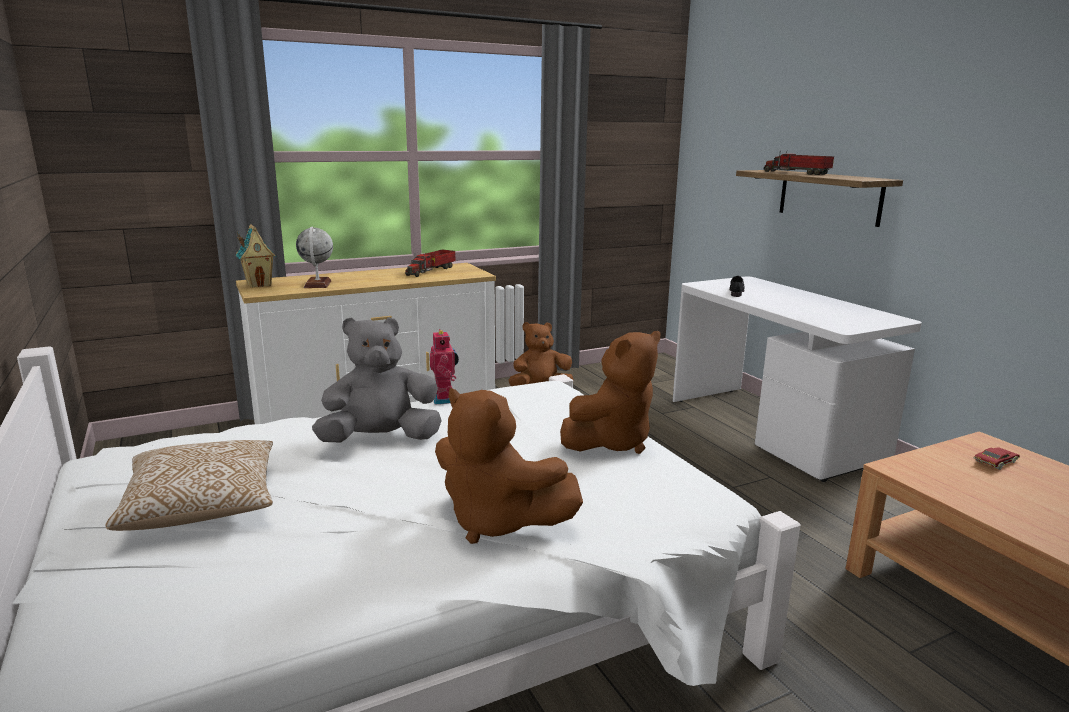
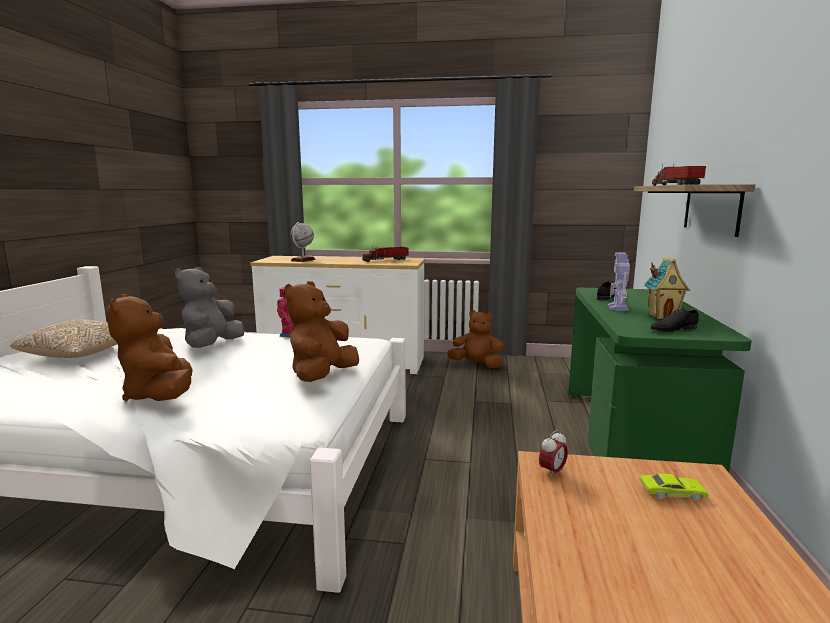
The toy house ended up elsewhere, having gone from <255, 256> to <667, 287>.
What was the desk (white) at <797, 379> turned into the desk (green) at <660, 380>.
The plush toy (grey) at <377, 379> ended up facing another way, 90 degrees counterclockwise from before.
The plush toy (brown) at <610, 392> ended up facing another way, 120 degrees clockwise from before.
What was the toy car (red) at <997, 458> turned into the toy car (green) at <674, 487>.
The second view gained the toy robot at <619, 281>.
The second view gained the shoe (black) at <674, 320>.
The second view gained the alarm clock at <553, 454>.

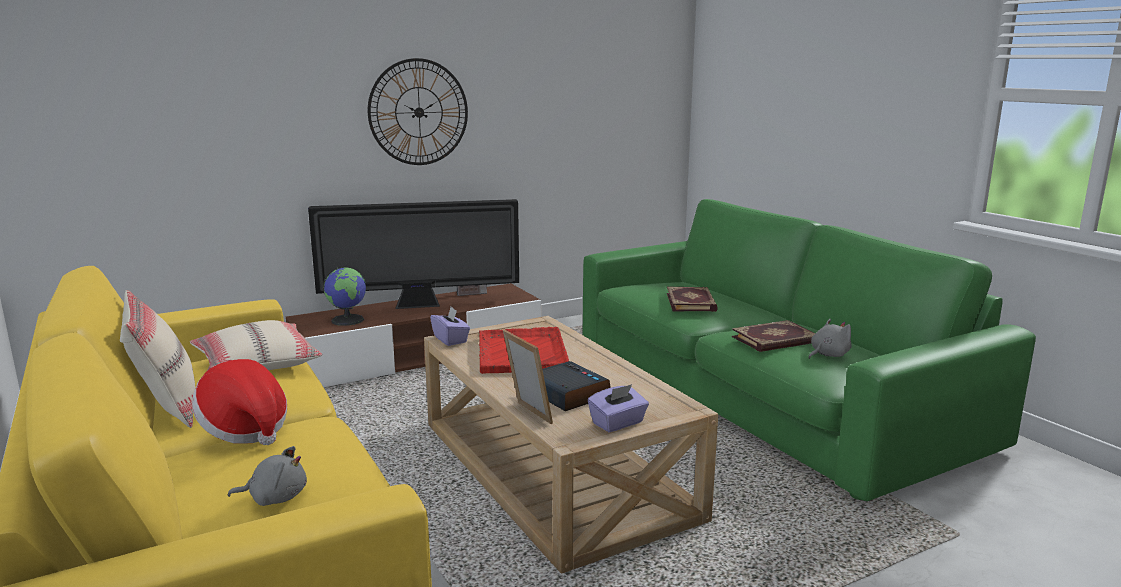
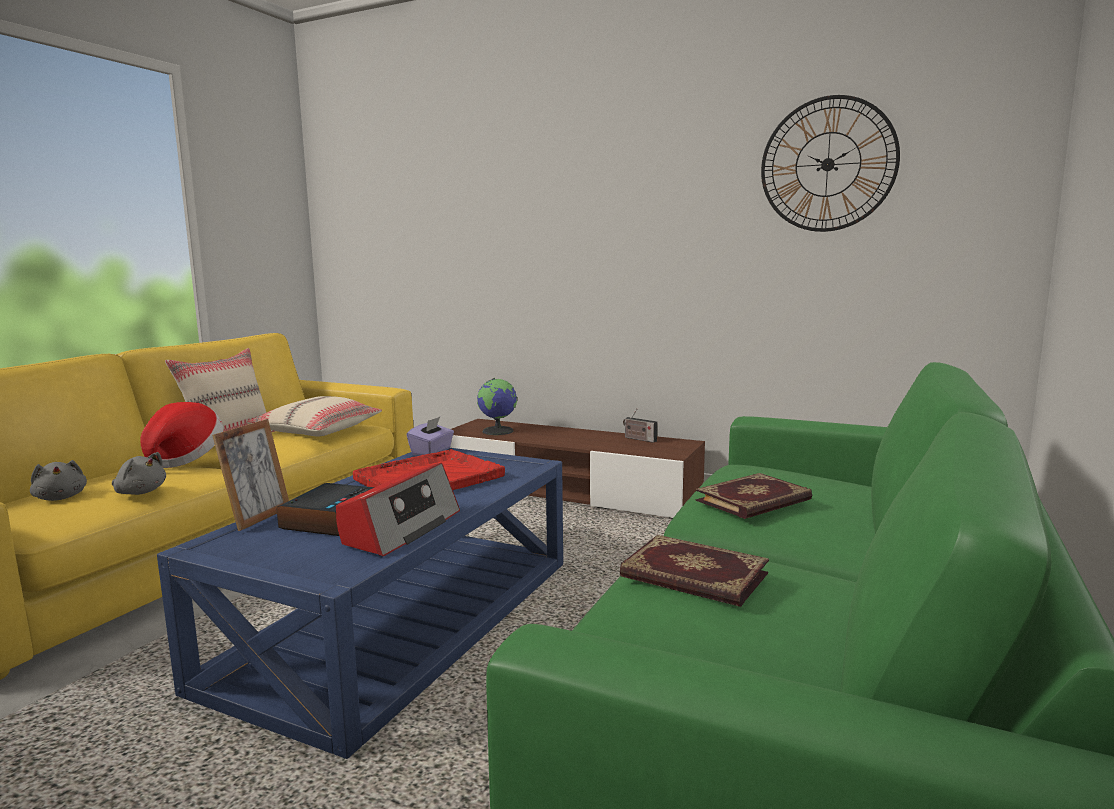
The wall clock ended up elsewhere, having gone from <418, 111> to <830, 163>.
The second view lost the television at <413, 254>.
What was the coffee table (beige) at <571, 444> turned into the coffee table (blue) at <360, 603>.
The plush toy (grey) ended up elsewhere, having gone from <830, 339> to <139, 473>.
The second view lost the tissue box (purple) at <618, 408>.
The second view gained the radio at <398, 509>.

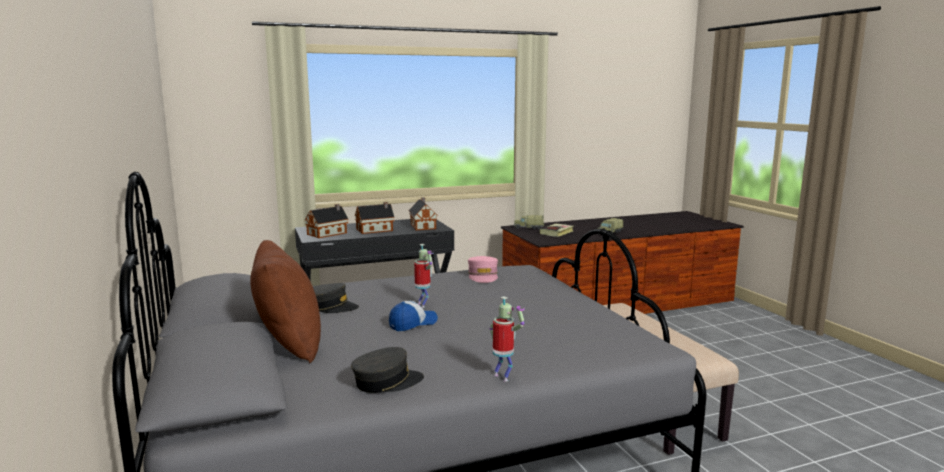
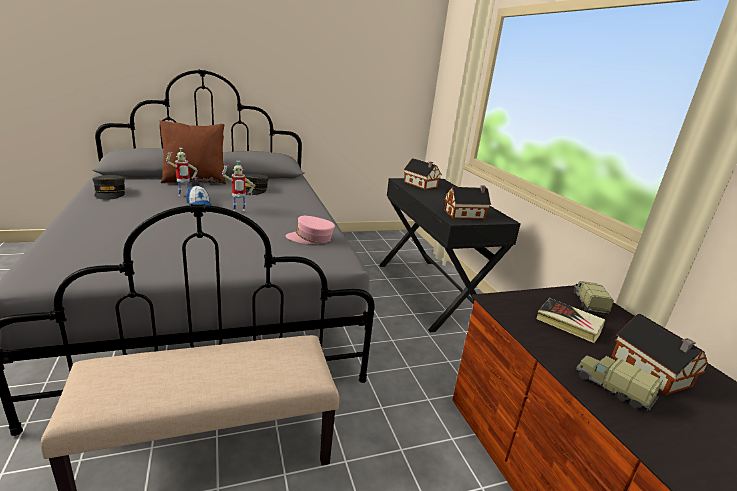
The toy house ended up elsewhere, having gone from <375, 218> to <660, 354>.
The toy robot ended up elsewhere, having gone from <507, 339> to <182, 172>.

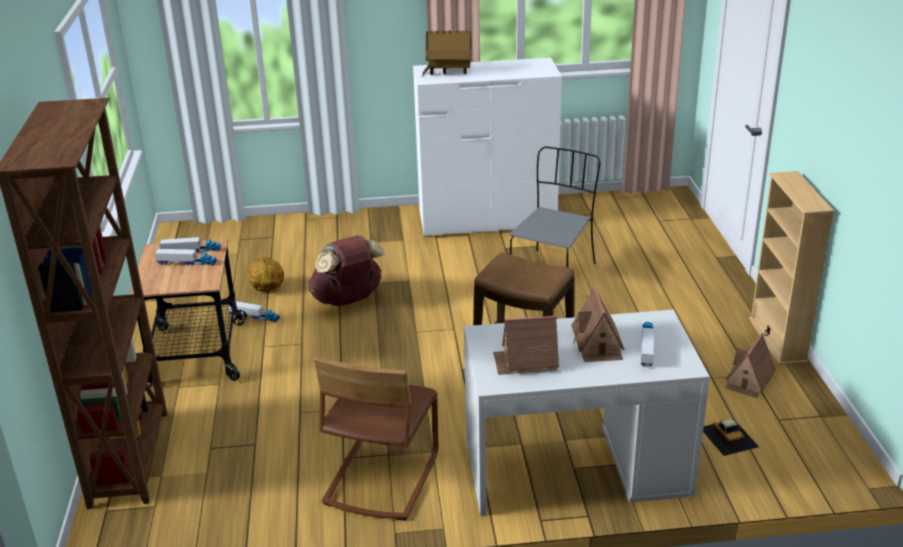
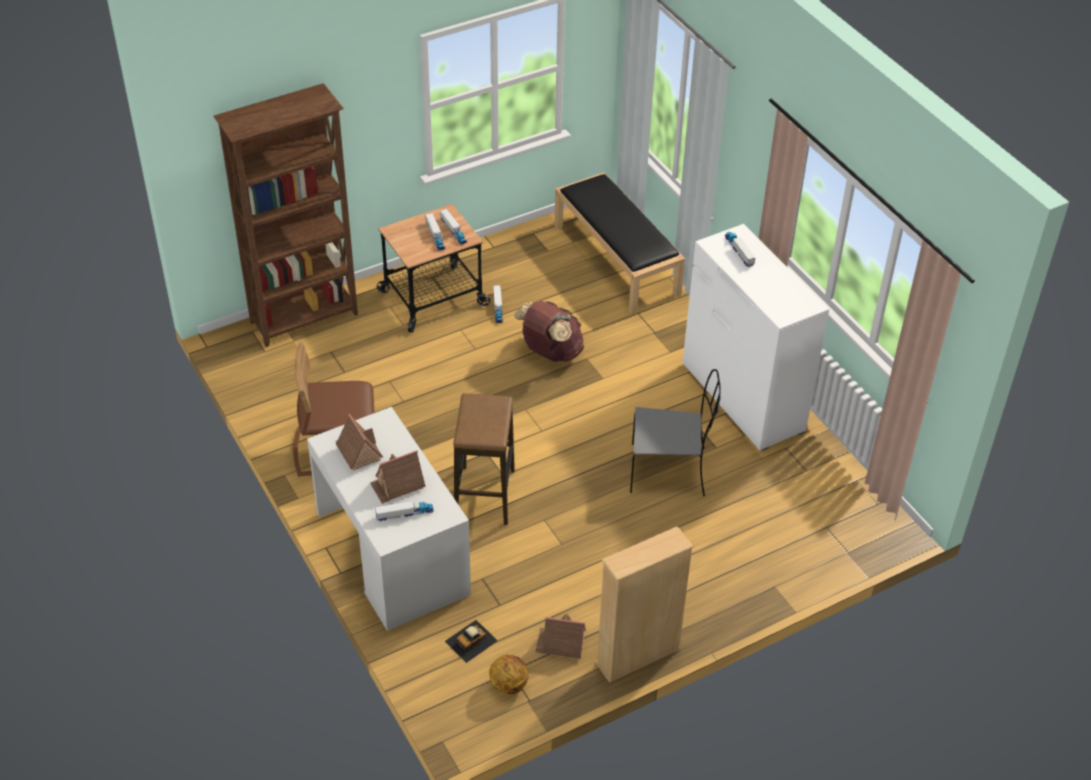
Where the toy house stood at <446, 53>, the toy truck came to stand at <740, 249>.
The basketball ended up elsewhere, having gone from <266, 274> to <509, 675>.
The second view gained the bench (black) at <620, 243>.

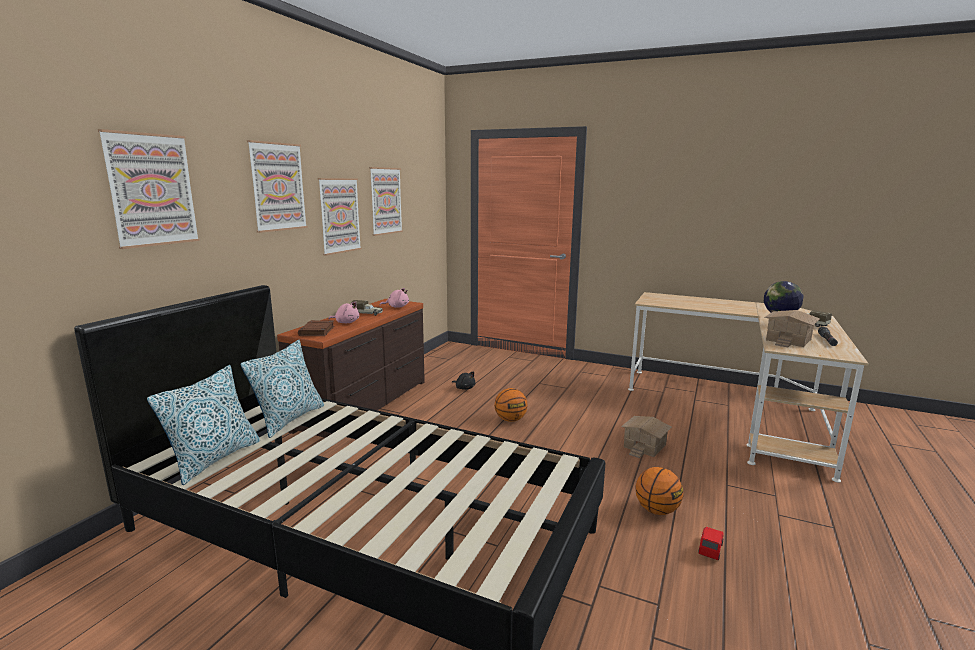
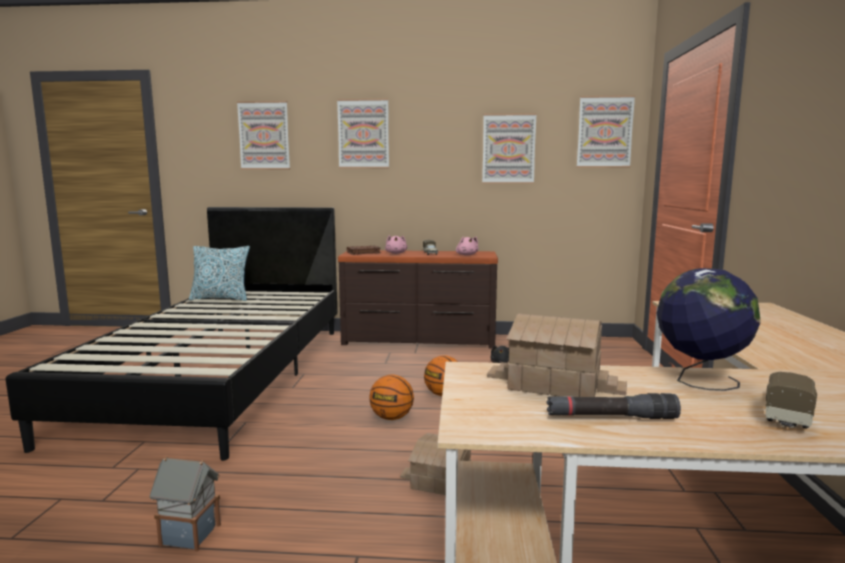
The picture ended up elsewhere, having gone from <340, 217> to <606, 131>.
The second view lost the pillow at <282, 389>.
The basketball ended up elsewhere, having gone from <659, 491> to <391, 397>.
Where the toy car (red) stood at <711, 543>, the toy house came to stand at <185, 503>.

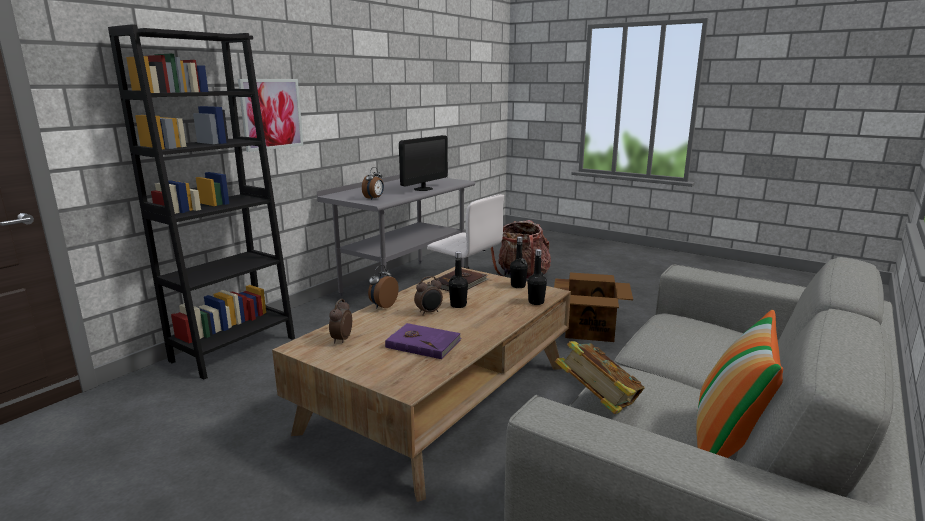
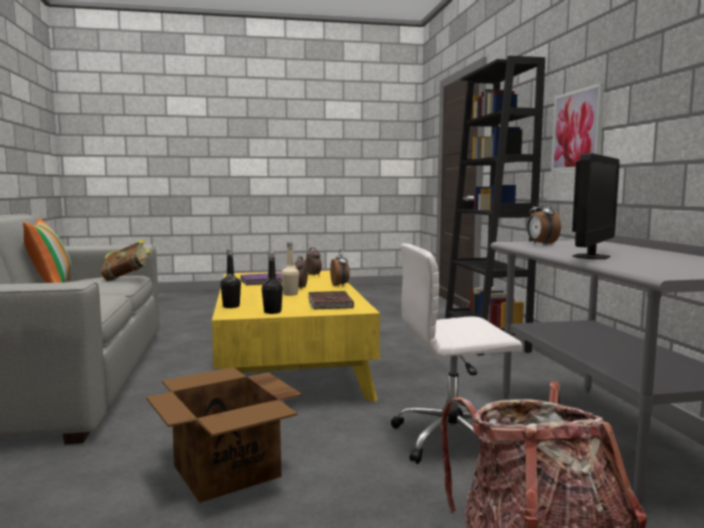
The monitor at <423, 163> ended up facing another way, 135 degrees counterclockwise from before.
What was the bottle (black) at <458, 280> turned into the bottle (beige) at <290, 269>.
What was the coffee table (brown) at <421, 384> turned into the coffee table (yellow) at <296, 336>.

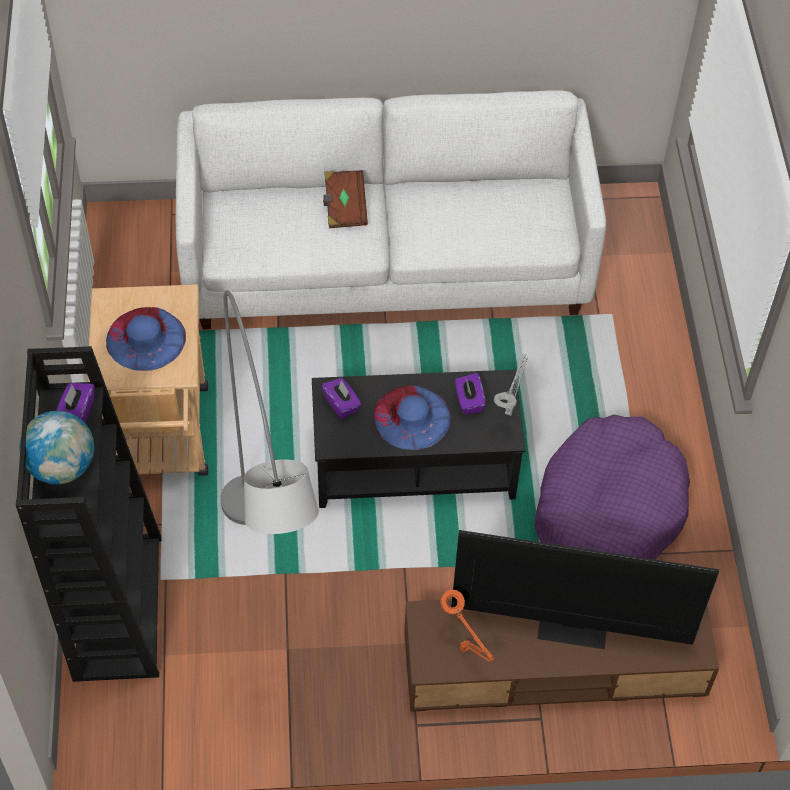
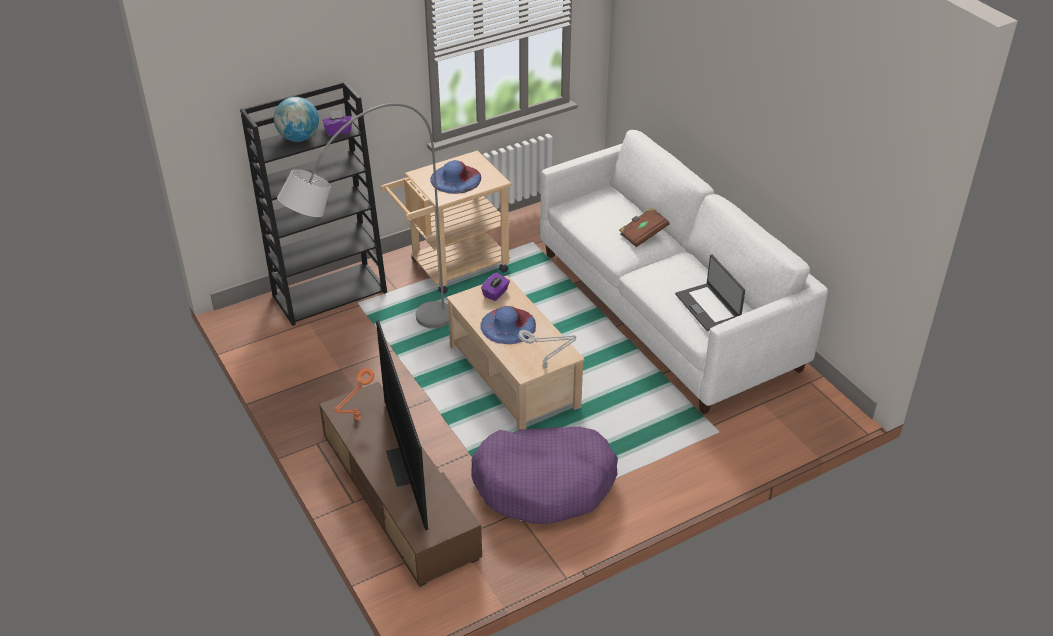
What was the coffee table (black) at <419, 439> turned into the coffee table (beige) at <515, 353>.
The second view lost the tissue box (purple) at <470, 393>.
The second view gained the laptop at <710, 293>.

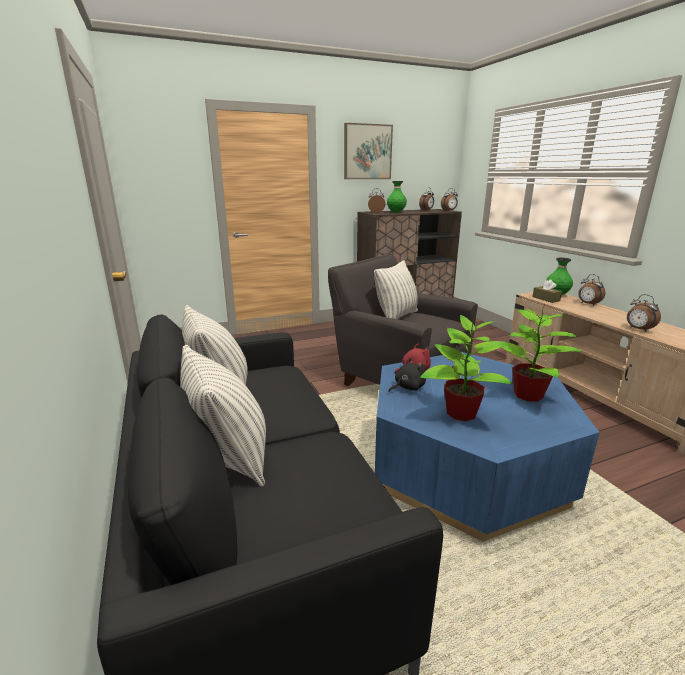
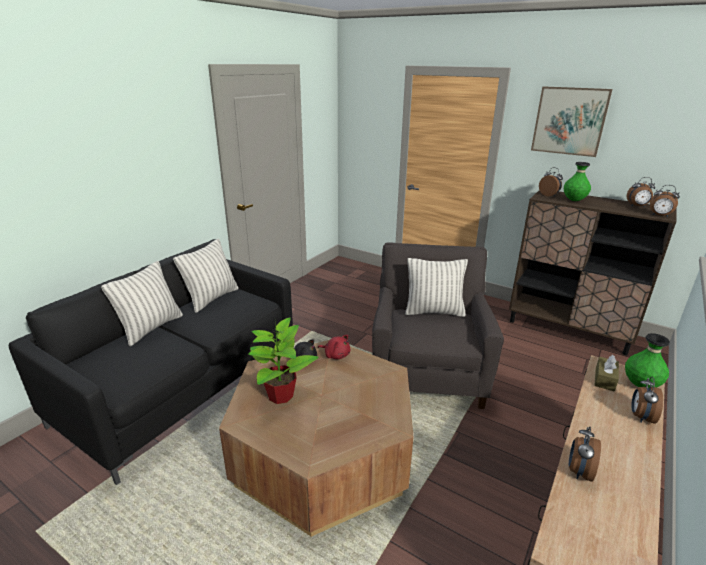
The second view lost the potted plant at <536, 352>.
What was the coffee table (blue) at <487, 447> turned into the coffee table (brown) at <316, 438>.

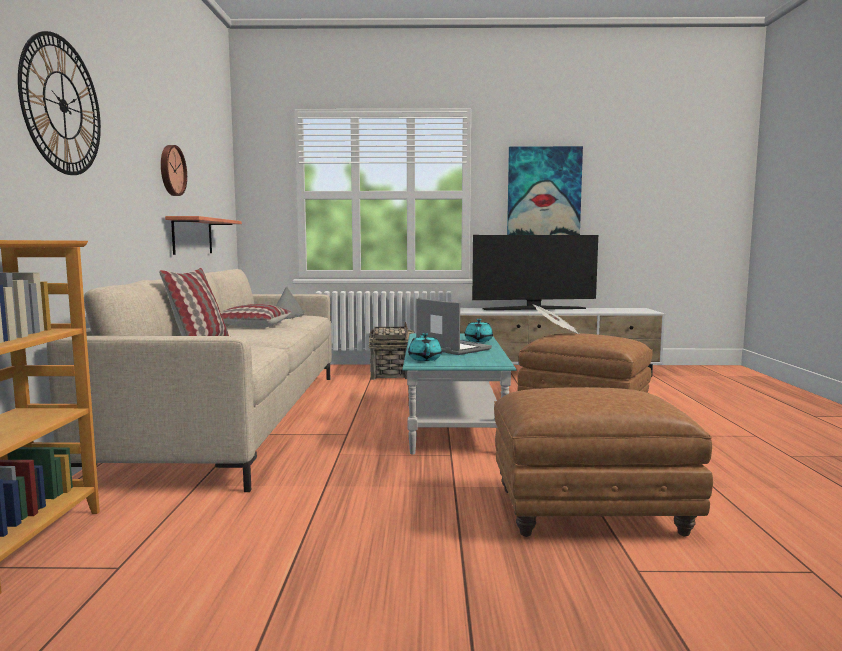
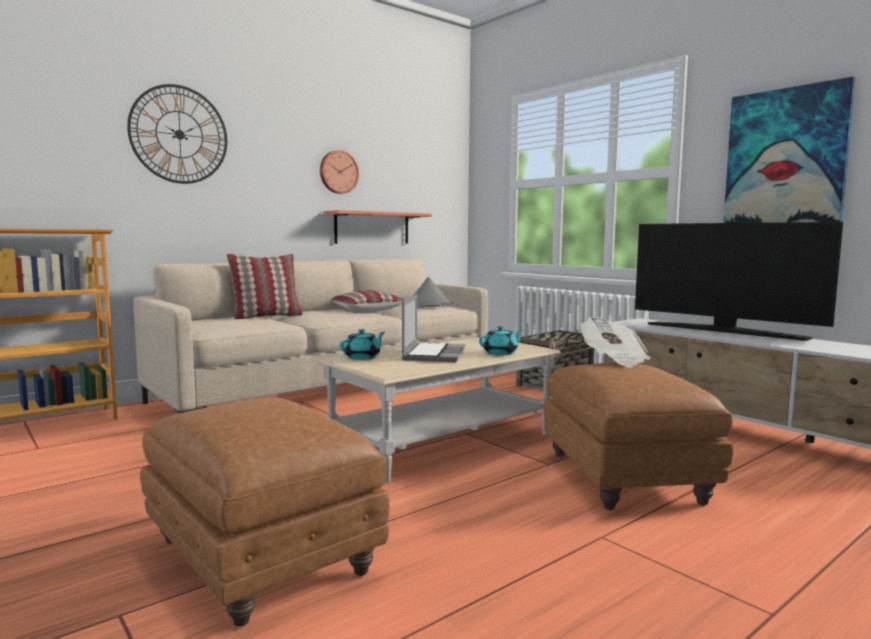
What was the coffee table (turquoise) at <459, 394> turned into the coffee table (beige) at <439, 410>.

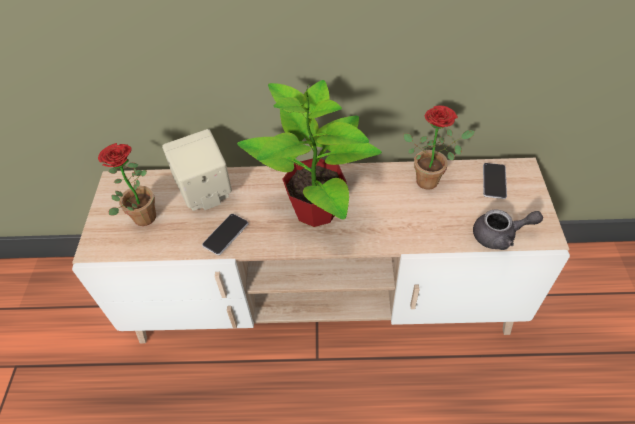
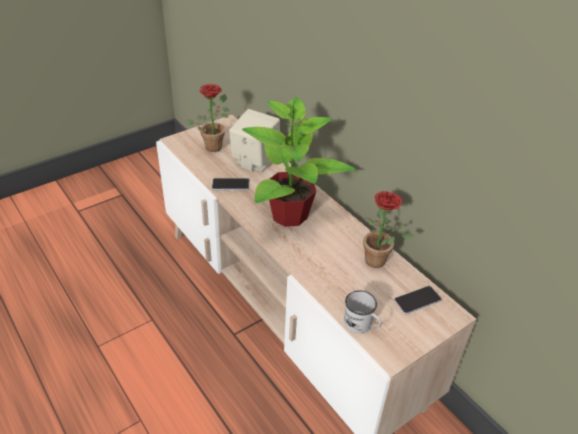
Where the teapot (grey) stood at <508, 229>, the mug (white) came to stand at <363, 311>.

